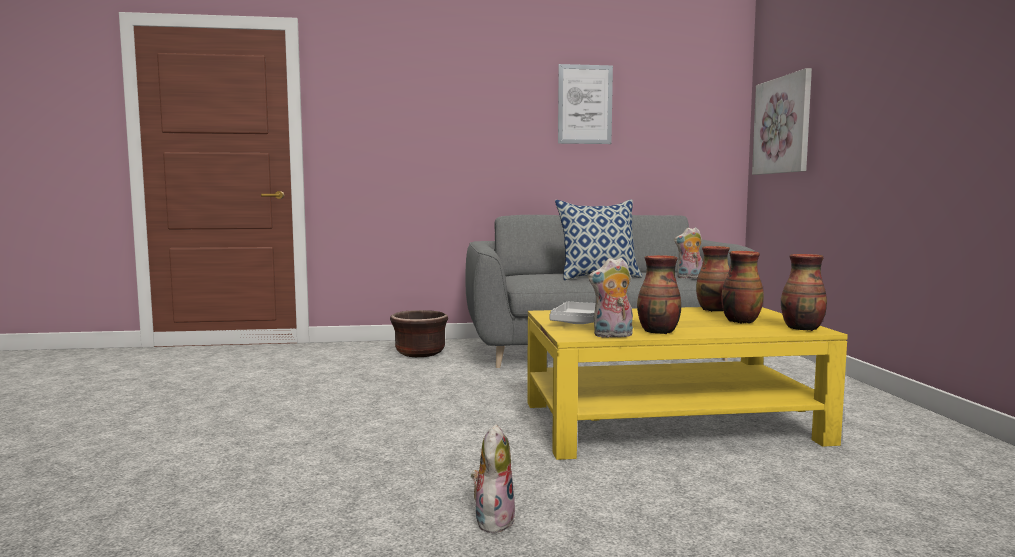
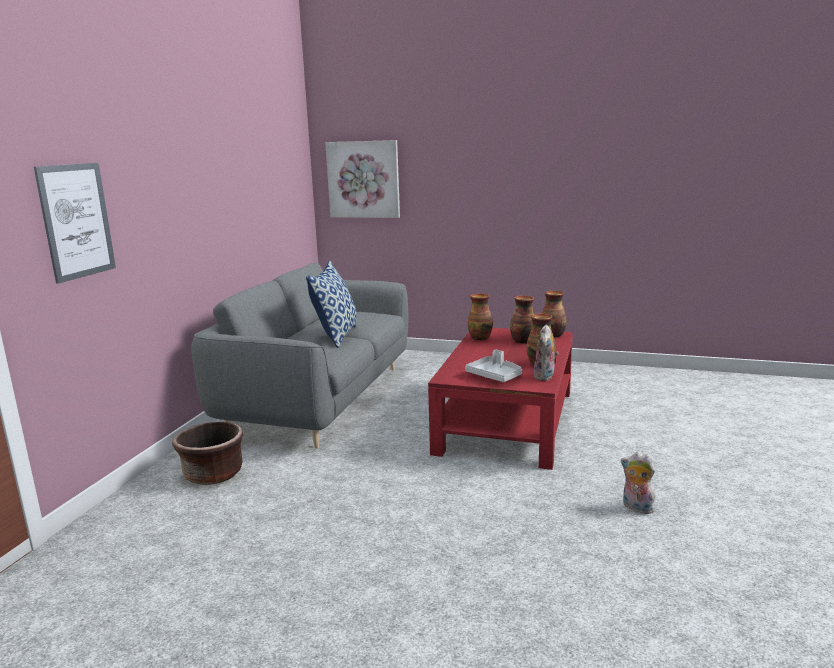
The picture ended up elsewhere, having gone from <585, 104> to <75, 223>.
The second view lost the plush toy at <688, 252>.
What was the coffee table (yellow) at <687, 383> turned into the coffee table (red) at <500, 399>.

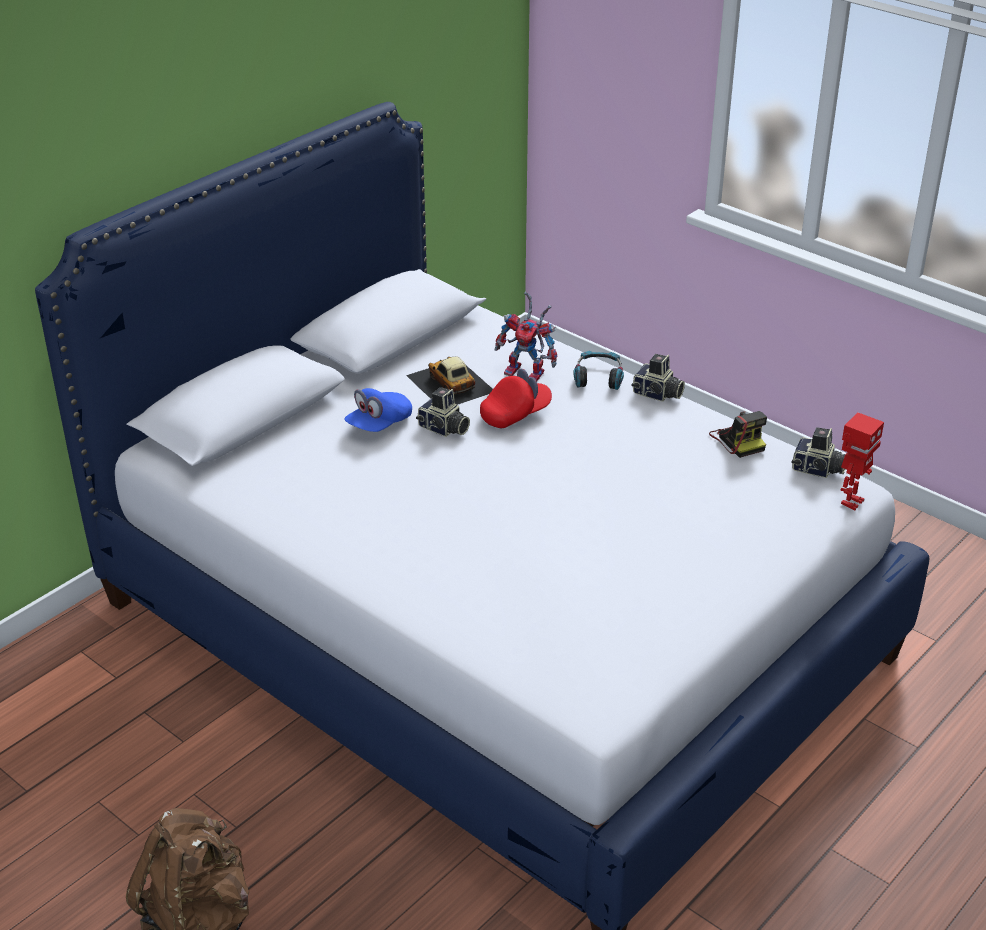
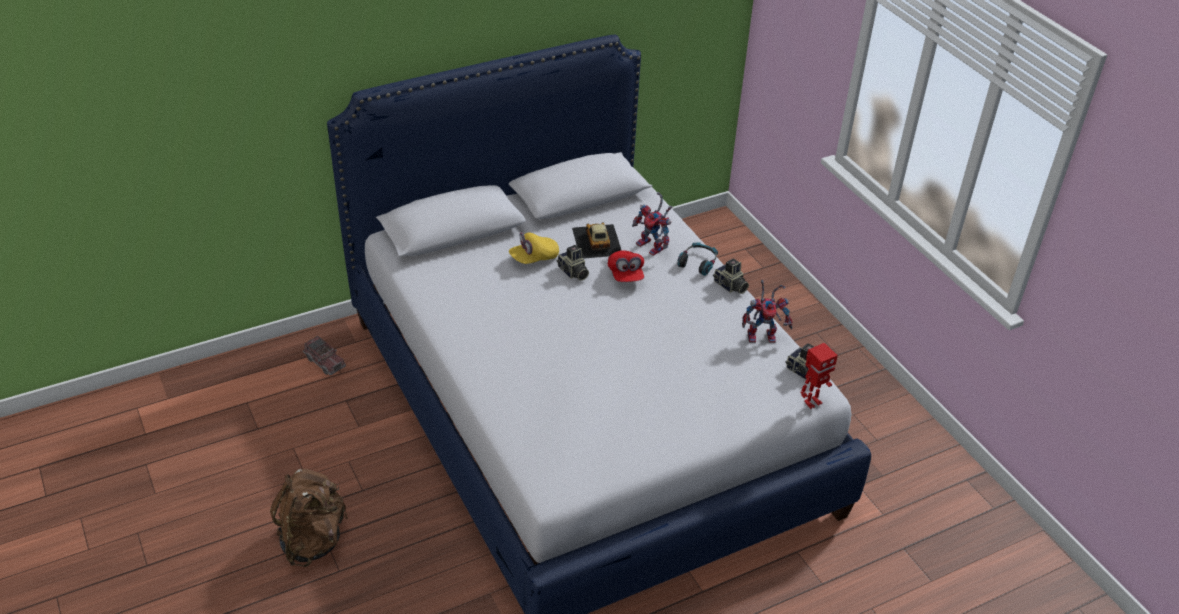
The cap (red) at <516, 398> ended up facing another way, 90 degrees clockwise from before.
What was the cap (blue) at <378, 410> turned into the cap (yellow) at <534, 248>.
Where the photo camera stood at <738, 434>, the toy robot came to stand at <767, 311>.
The second view gained the toy truck at <324, 355>.

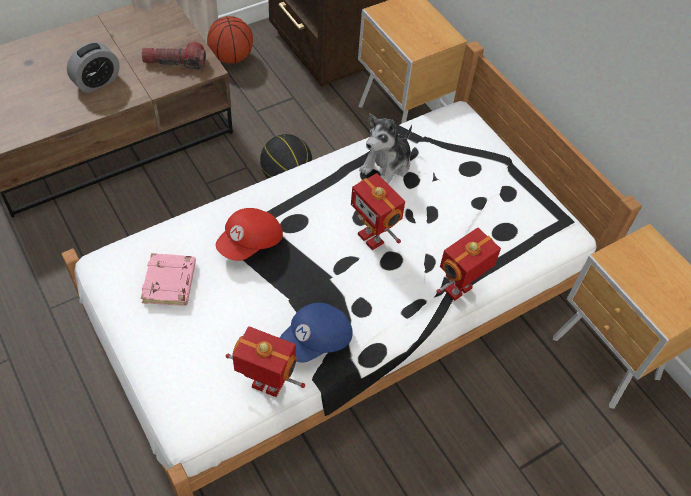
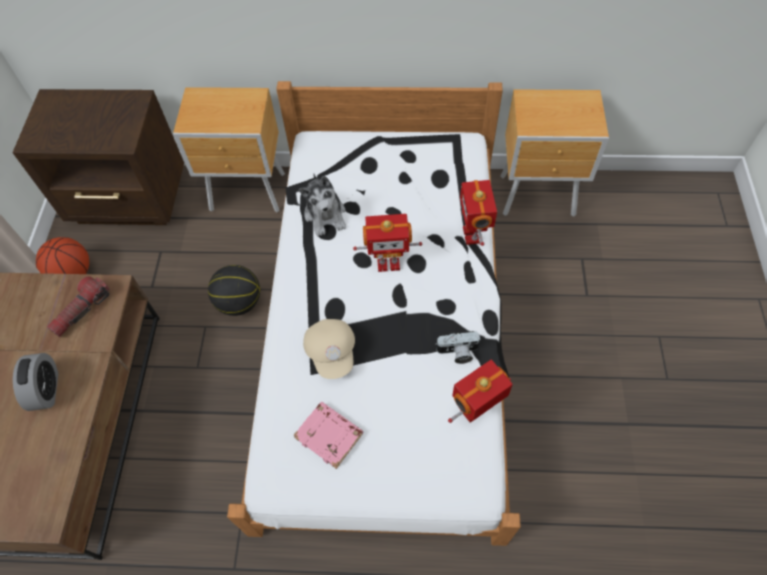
What was the cap (red) at <249, 234> turned into the cap (beige) at <329, 349>.
Where the cap (blue) stood at <316, 332>, the photo camera came to stand at <458, 347>.

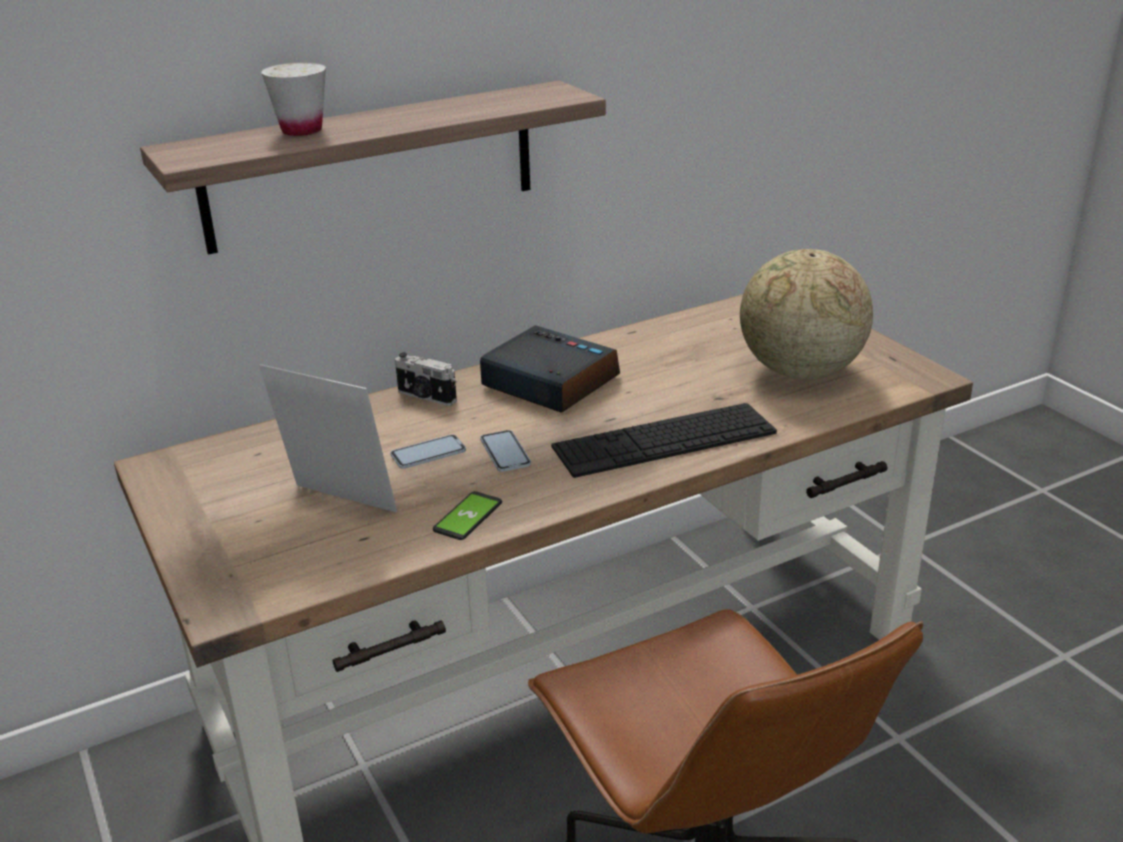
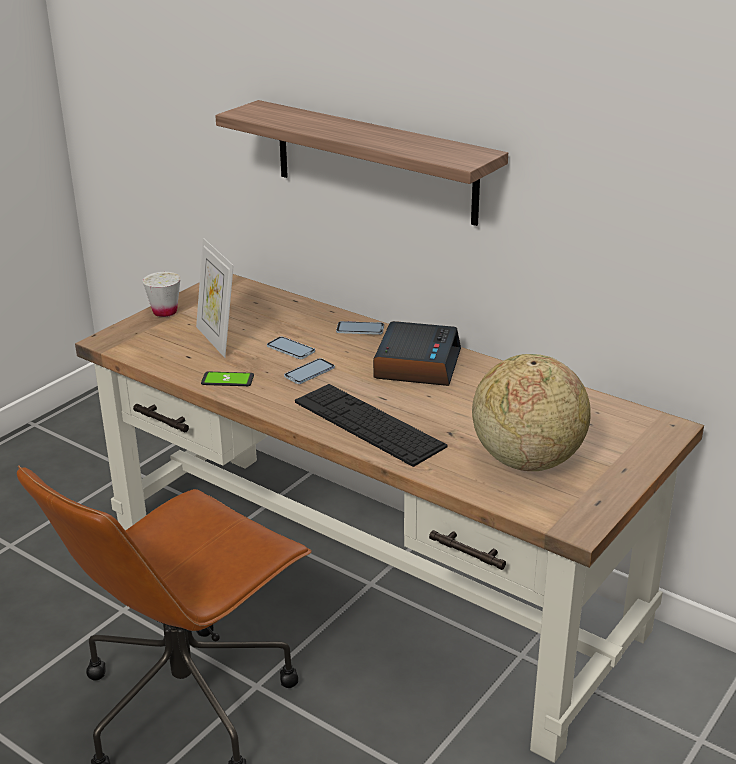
The cup (white) ended up elsewhere, having gone from <293, 99> to <161, 294>.
Where the photo camera stood at <426, 379>, the phone came to stand at <360, 328>.
The picture frame at <328, 438> ended up facing another way, 150 degrees clockwise from before.

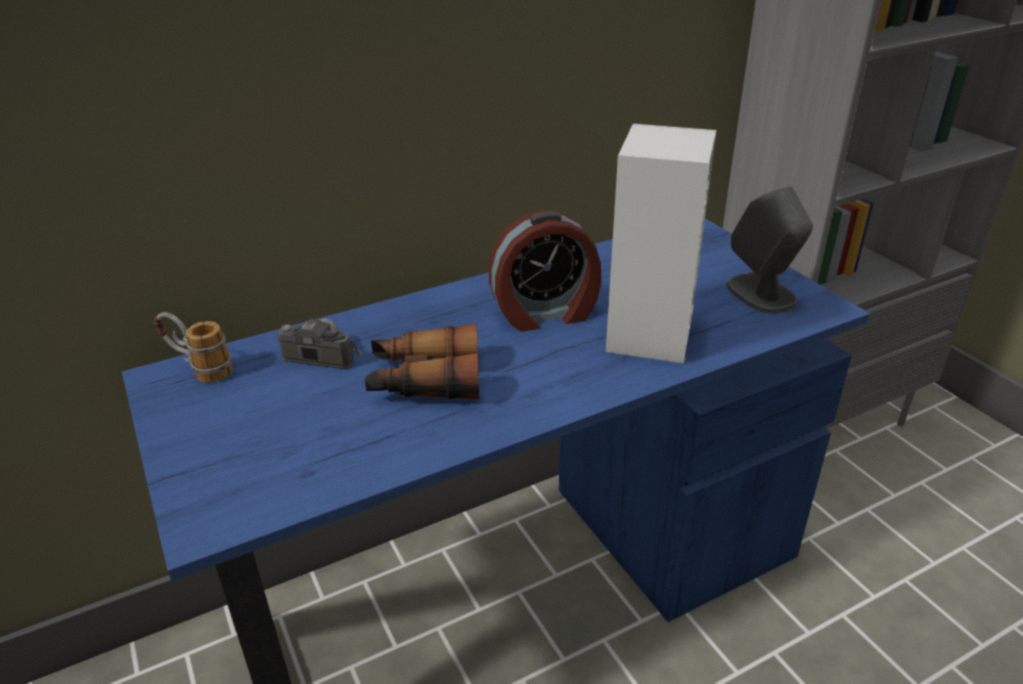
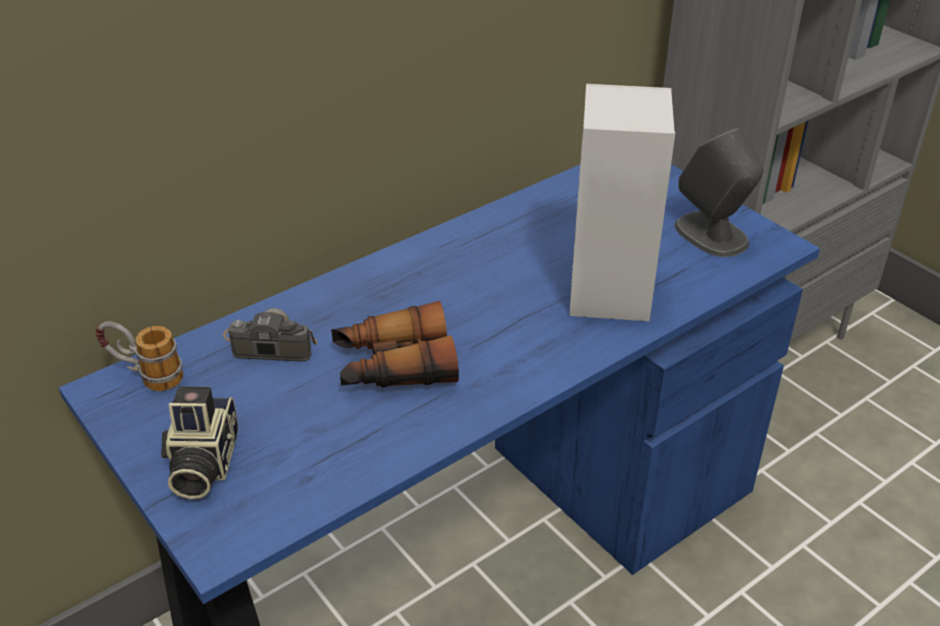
The second view lost the alarm clock at <545, 271>.
The second view gained the photo camera at <199, 442>.

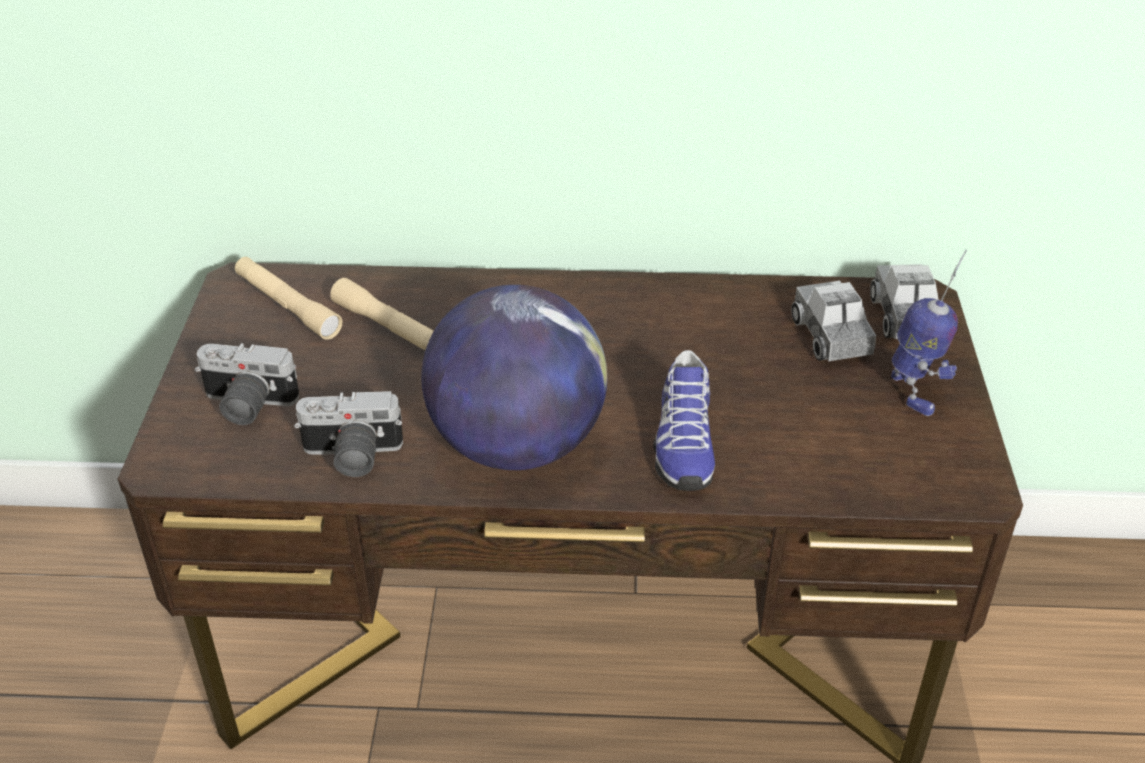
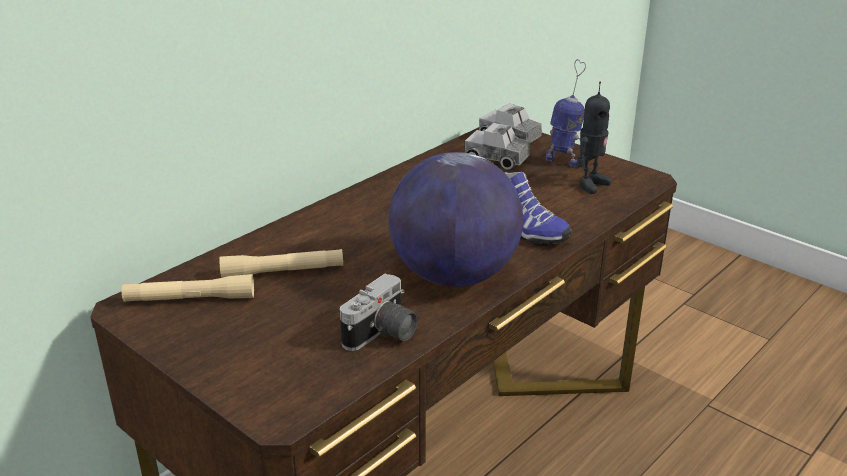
The second view lost the photo camera at <247, 384>.
The second view gained the toy robot at <594, 138>.

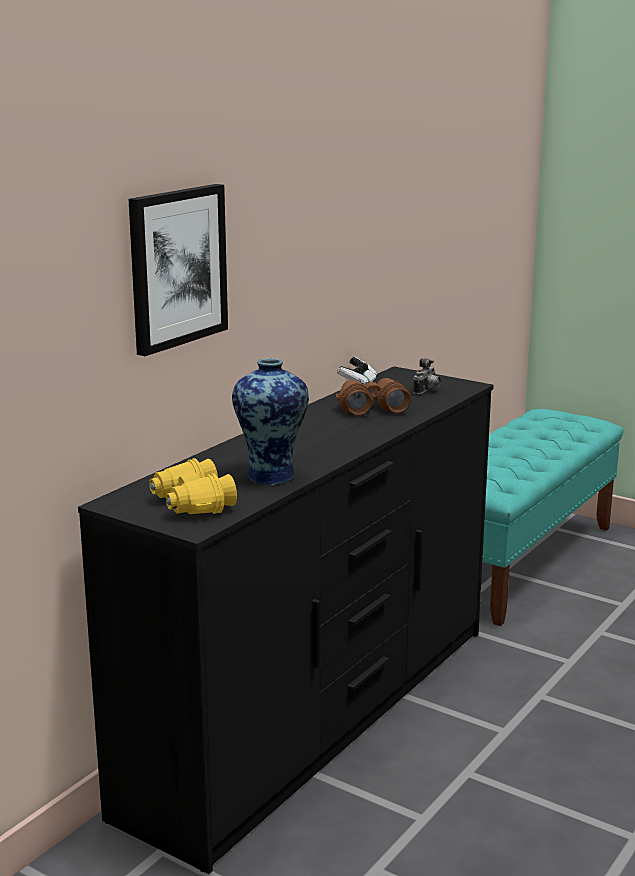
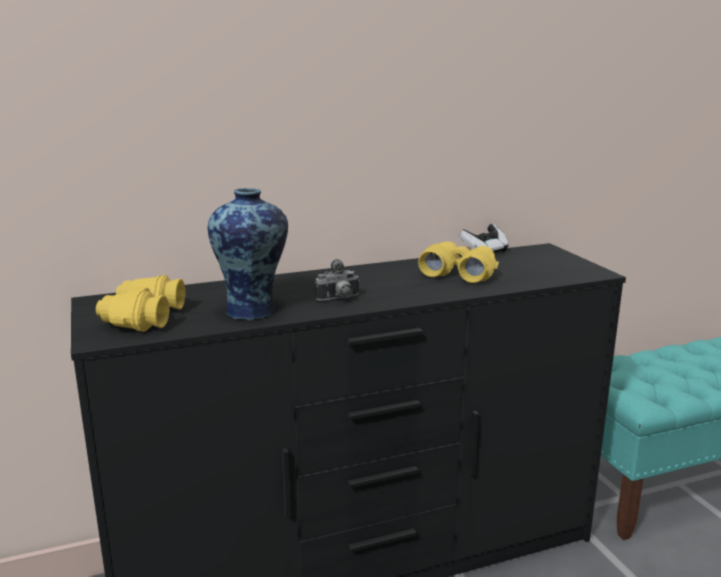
The second view lost the picture at <178, 270>.
The photo camera ended up elsewhere, having gone from <427, 376> to <337, 280>.
What was the binoculars (brown) at <373, 397> turned into the binoculars (yellow) at <458, 262>.

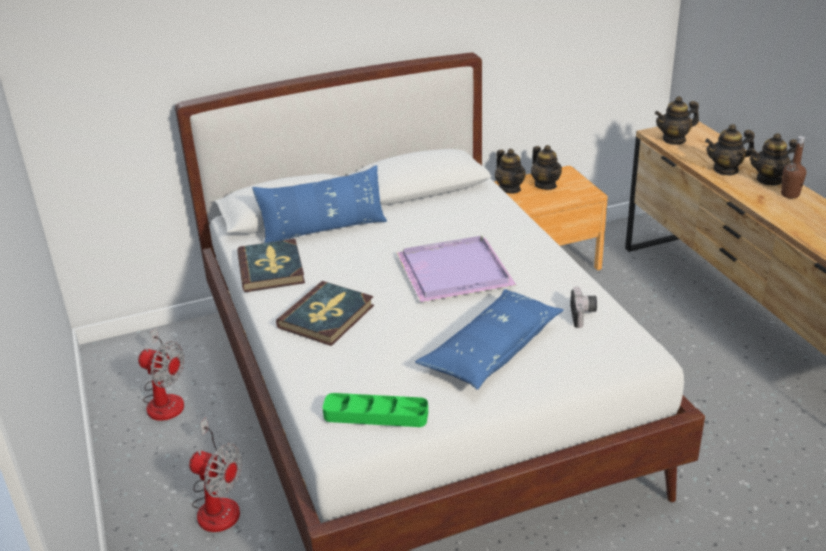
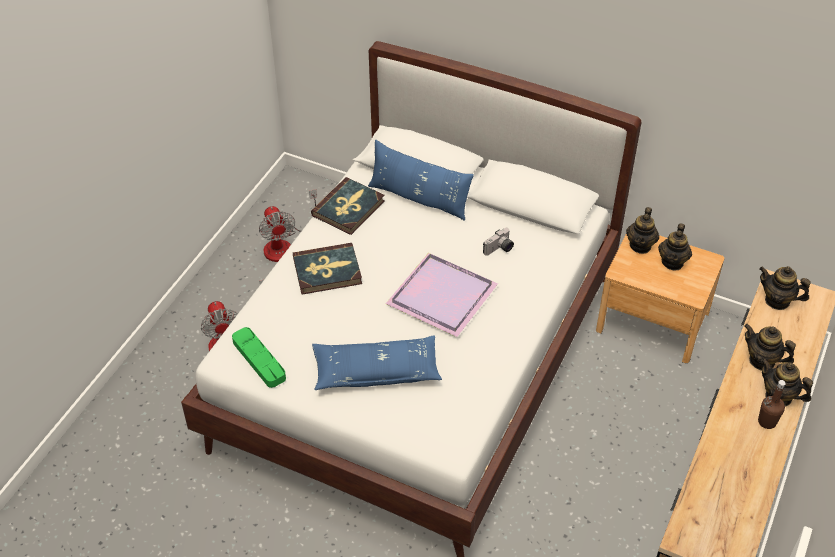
The photo camera ended up elsewhere, having gone from <583, 307> to <498, 242>.

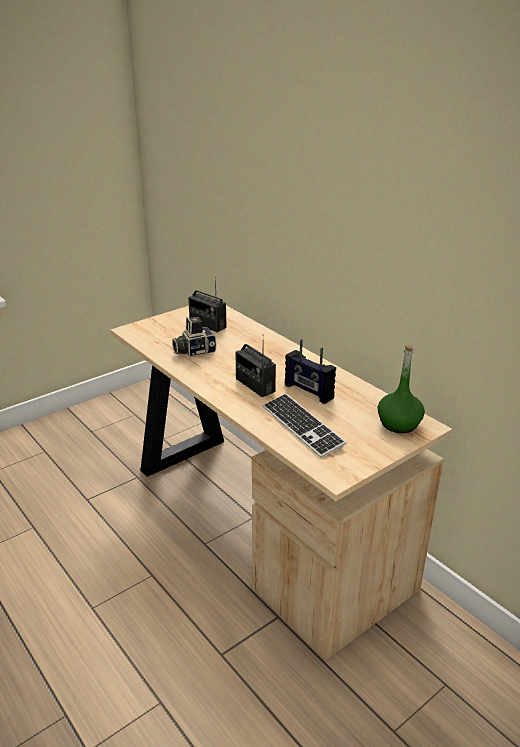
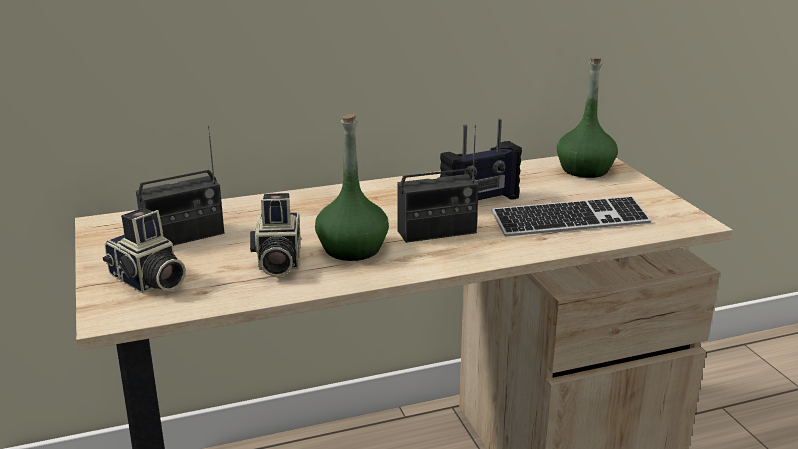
The second view gained the bottle (green) at <352, 187>.
The second view gained the photo camera at <144, 250>.

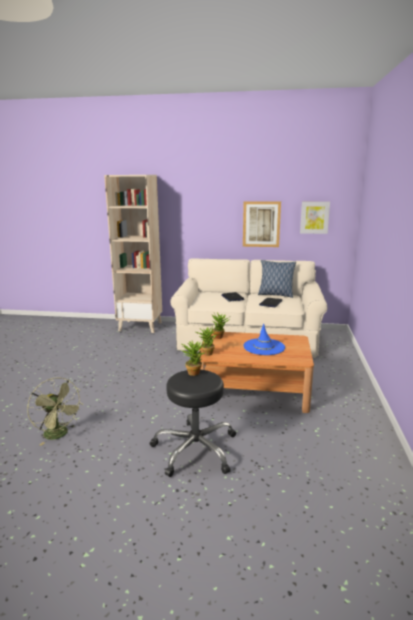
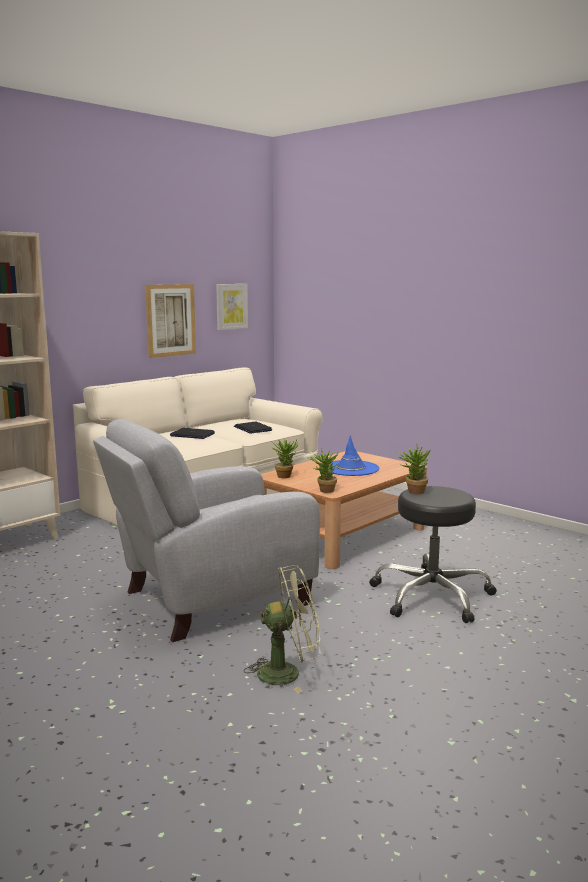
The second view lost the pillow at <277, 279>.
The second view gained the armchair (grey) at <206, 530>.

